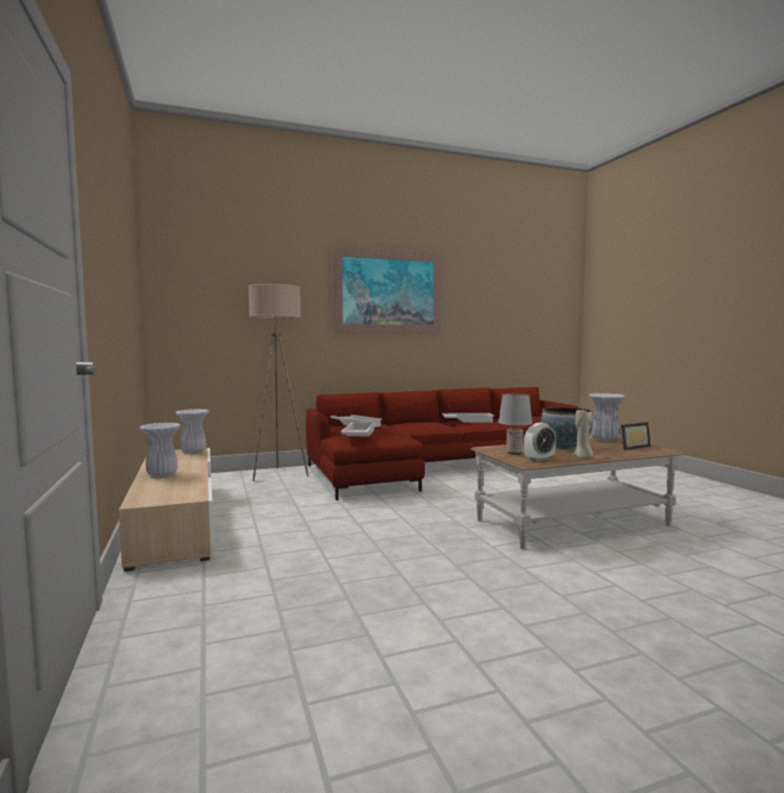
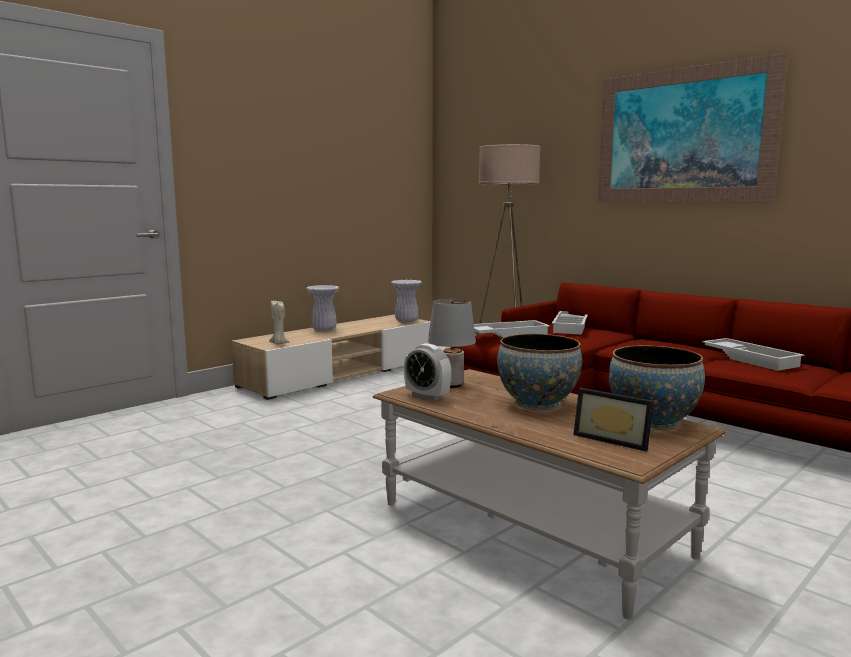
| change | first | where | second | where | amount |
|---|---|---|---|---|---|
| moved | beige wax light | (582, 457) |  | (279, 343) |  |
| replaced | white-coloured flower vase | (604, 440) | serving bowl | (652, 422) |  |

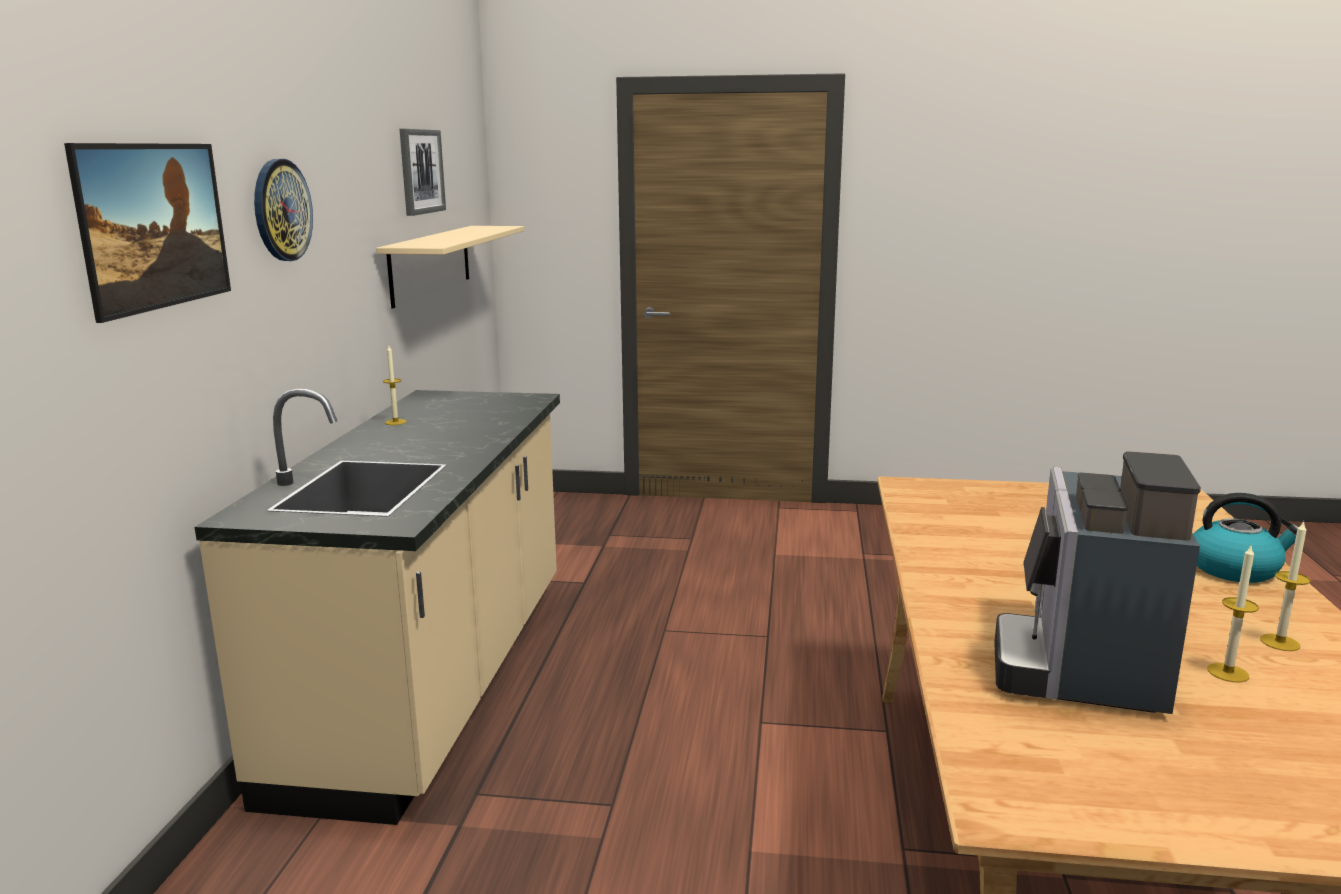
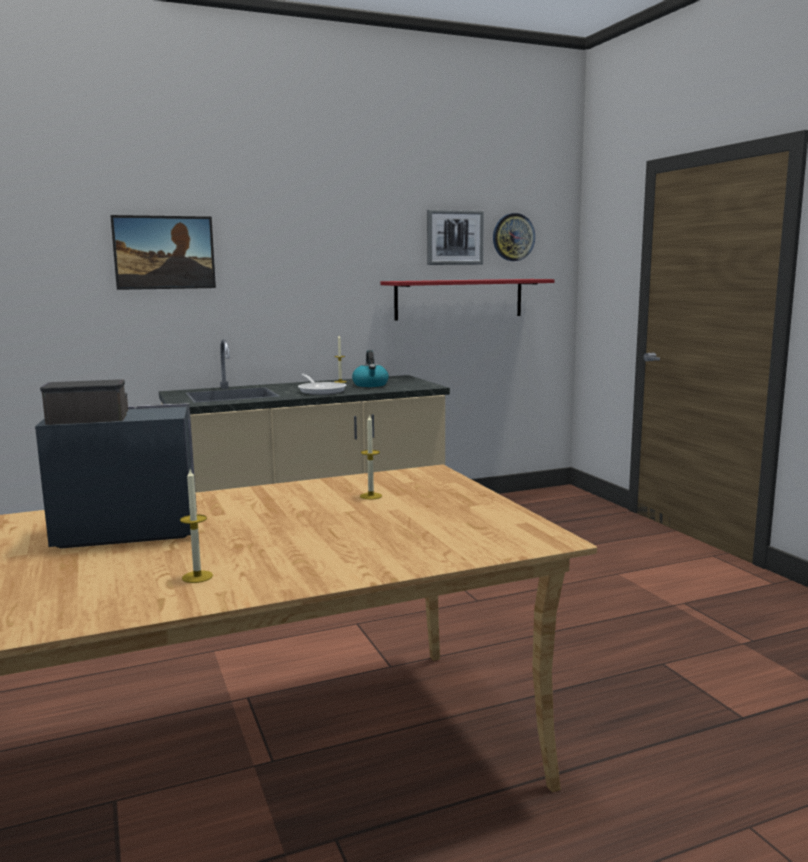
| change | first | where | second | where | amount |
|---|---|---|---|---|---|
| moved | hanging clock | (281, 210) |  | (513, 237) |  |
| recoloured | beige shelf | (431, 264) | reddish shelf | (459, 299) |  |
| moved | water kettle | (1235, 569) |  | (370, 385) |  |
| moved | wax light | (1228, 672) |  | (371, 496) |  |
| added |  |  | pan | (321, 391) |  |

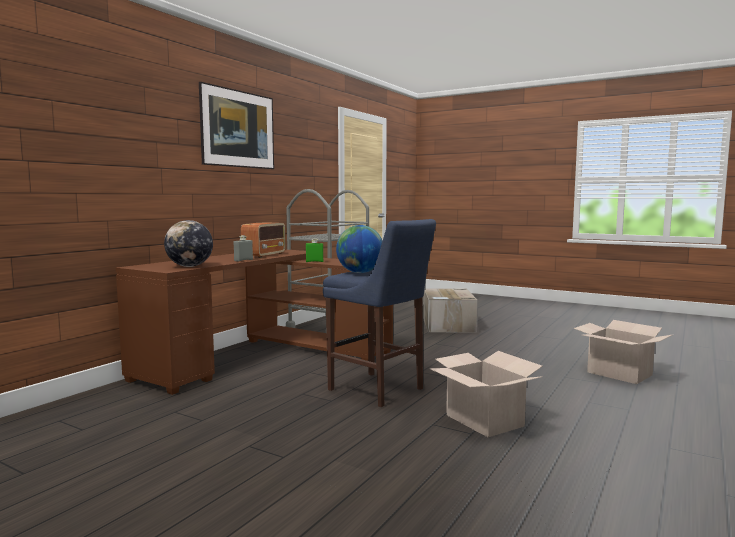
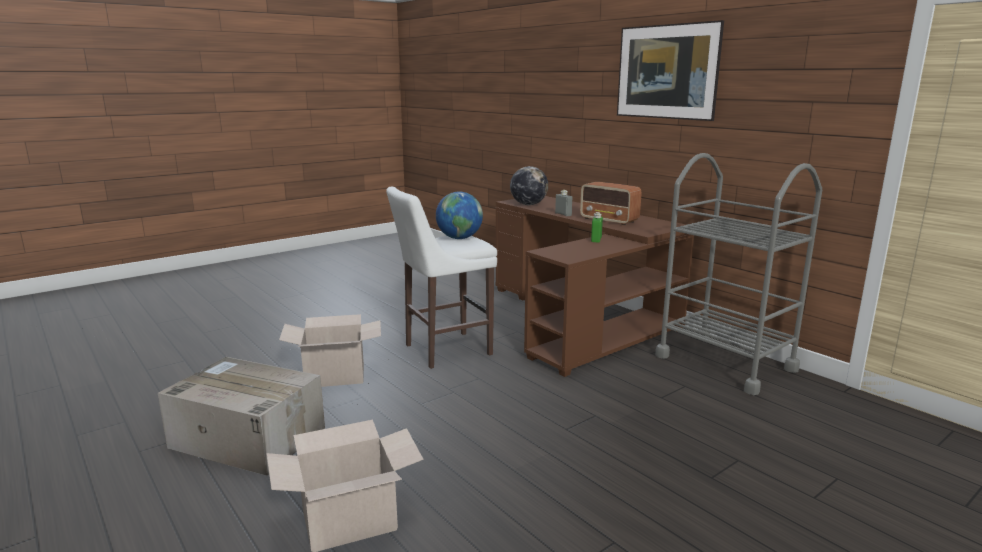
| change | first | where | second | where | amount |
|---|---|---|---|---|---|
| recoloured | bluish stool seat | (379, 390) | white-coloured stool seat | (443, 350) |  |
| moved | carton | (448, 324) |  | (246, 437) |  |

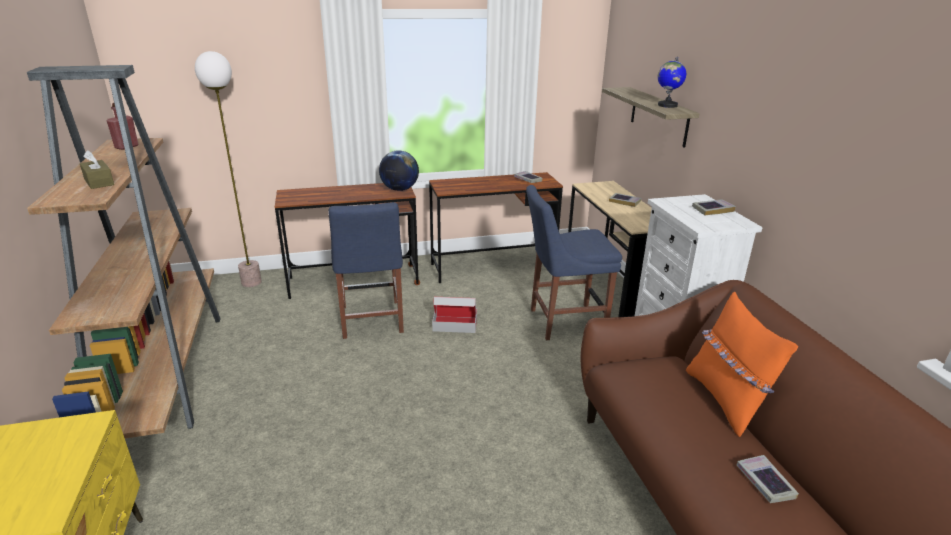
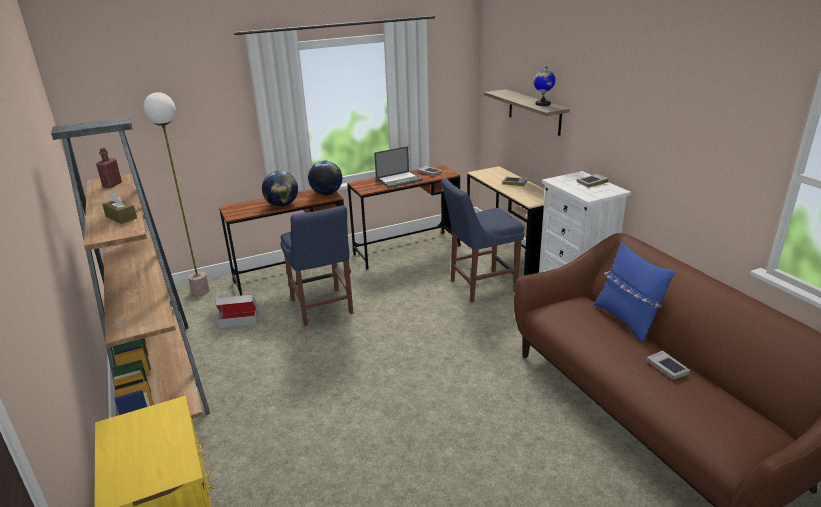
| change | first | where | second | where | amount |
|---|---|---|---|---|---|
| moved | carton | (455, 324) |  | (239, 319) |  |
| recoloured | orange-coloured pillow | (725, 400) | bluish pillow | (627, 320) |  |
| added |  |  | desk globe | (282, 205) |  |
| added |  |  | portable computer | (399, 179) |  |

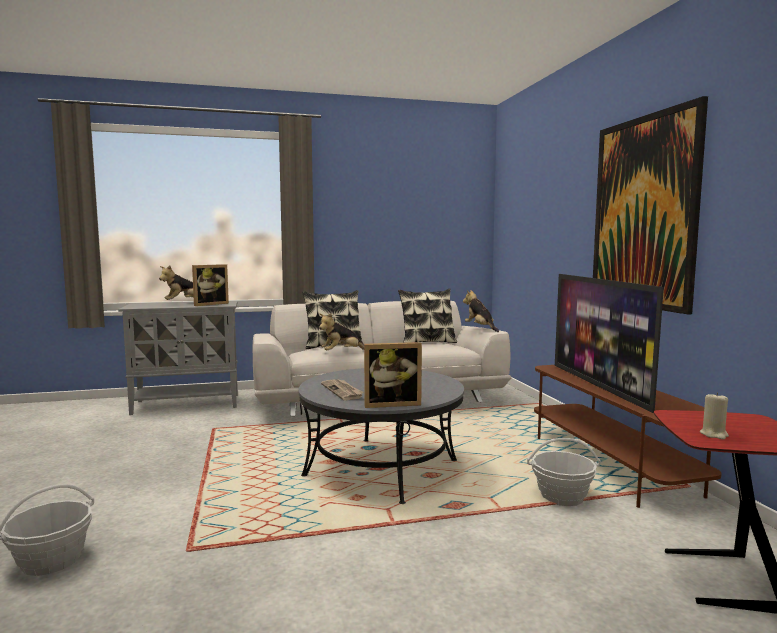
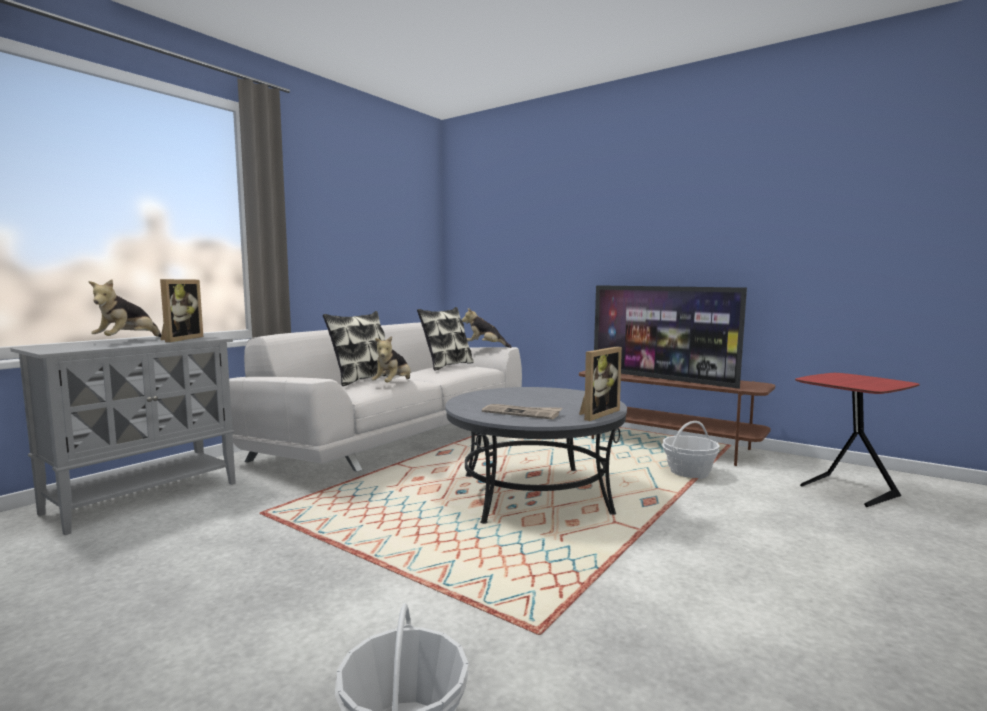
| change | first | where | second | where | amount |
|---|---|---|---|---|---|
| removed | picture | (643, 212) |  |  |  |
| removed | beige wax light | (714, 434) |  |  |  |

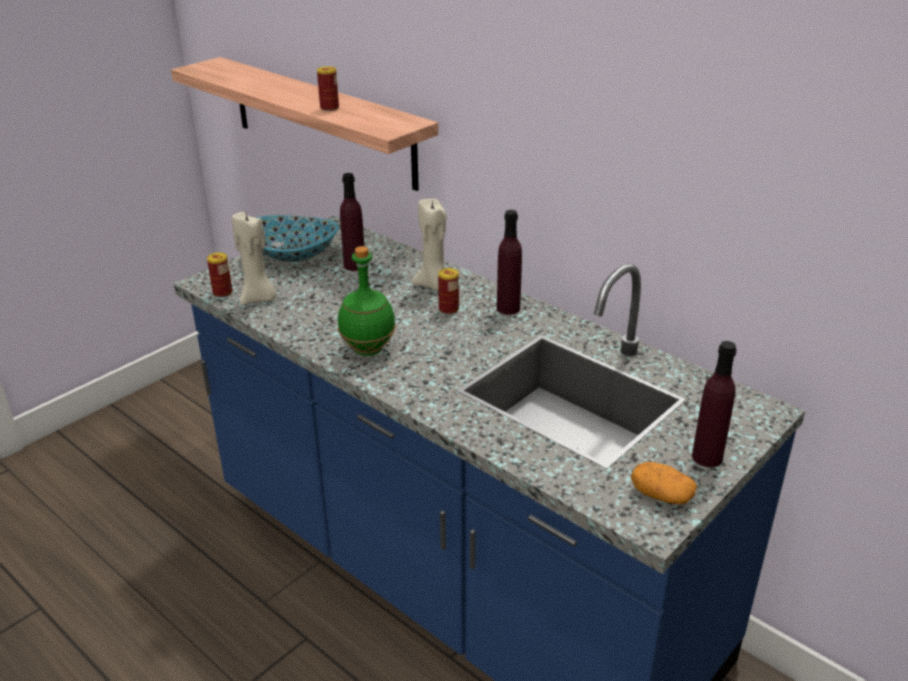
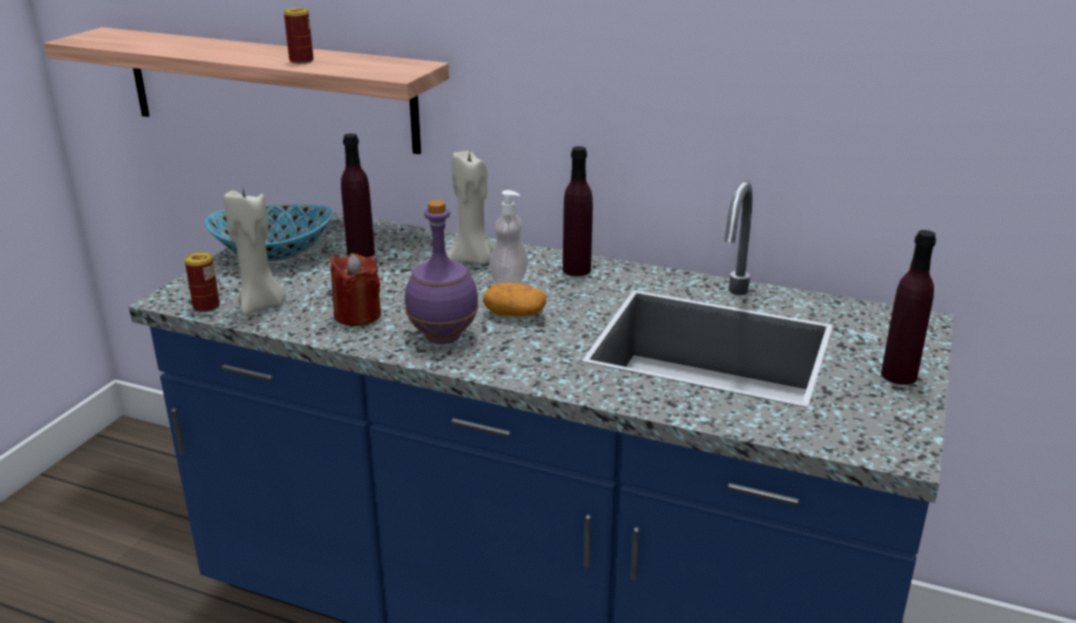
| change | first | where | second | where | amount |
|---|---|---|---|---|---|
| recoloured | green beverage bottle | (367, 350) | purple-coloured beverage bottle | (442, 337) |  |
| replaced | sealed can | (448, 309) | soap bottle | (509, 281) |  |
| moved | whole potato | (661, 496) |  | (514, 314) |  |
| added |  |  | reddish wax light | (357, 315) |  |

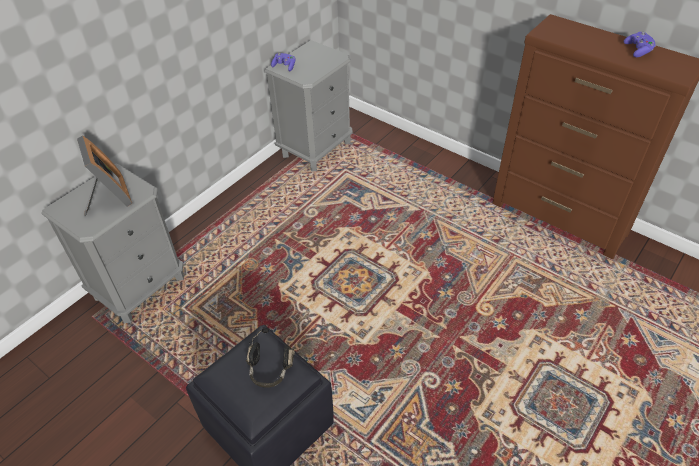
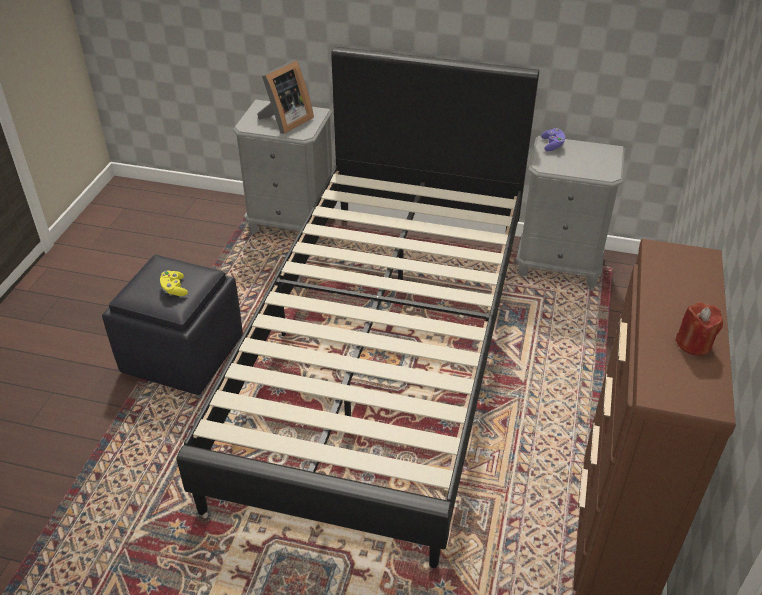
| change | first | where | second | where | amount |
|---|---|---|---|---|---|
| replaced | black-coloured pair of headphones | (270, 369) | yellow joypad | (174, 289) |  |
| replaced | purple-coloured joypad | (638, 50) | reddish wax light | (694, 344) |  |
| added |  |  | black-coloured sleeping bed | (381, 354) |  |

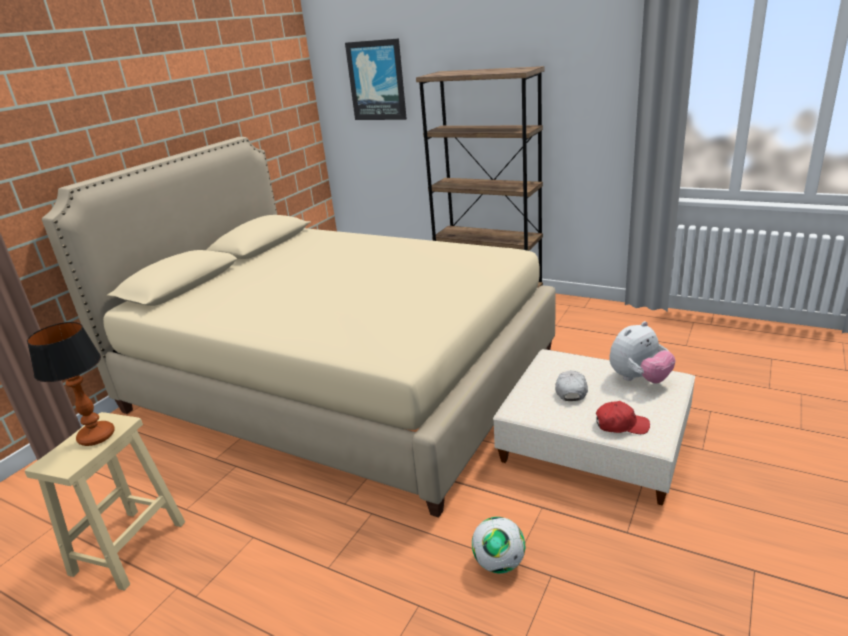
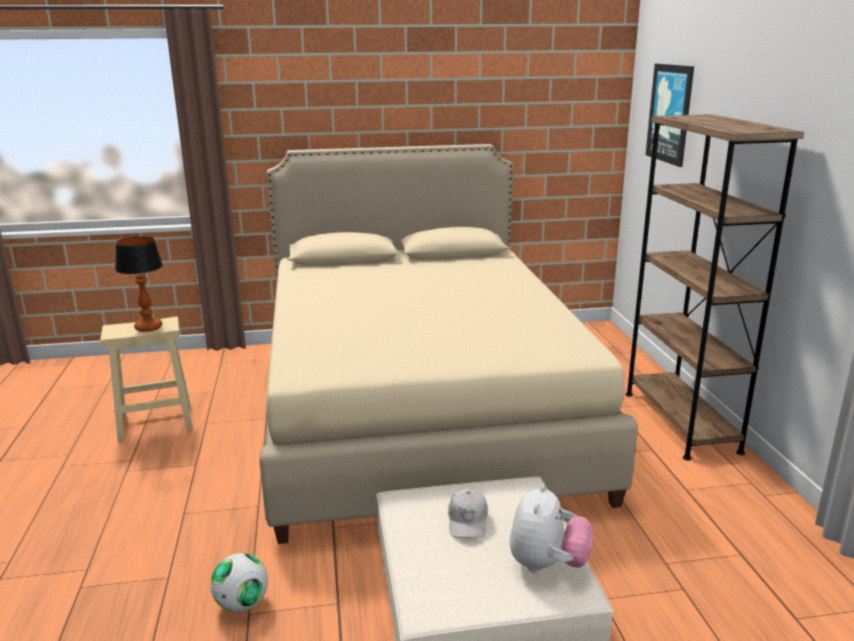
| change | first | where | second | where | amount |
|---|---|---|---|---|---|
| turned | white-coloured peaked cap | (571, 390) |  | (468, 521) | 120 degrees clockwise |
| removed | reddish peaked cap | (621, 425) |  |  |  |
| turned | cuddly toy | (639, 379) |  | (547, 564) | 90 degrees counterclockwise |

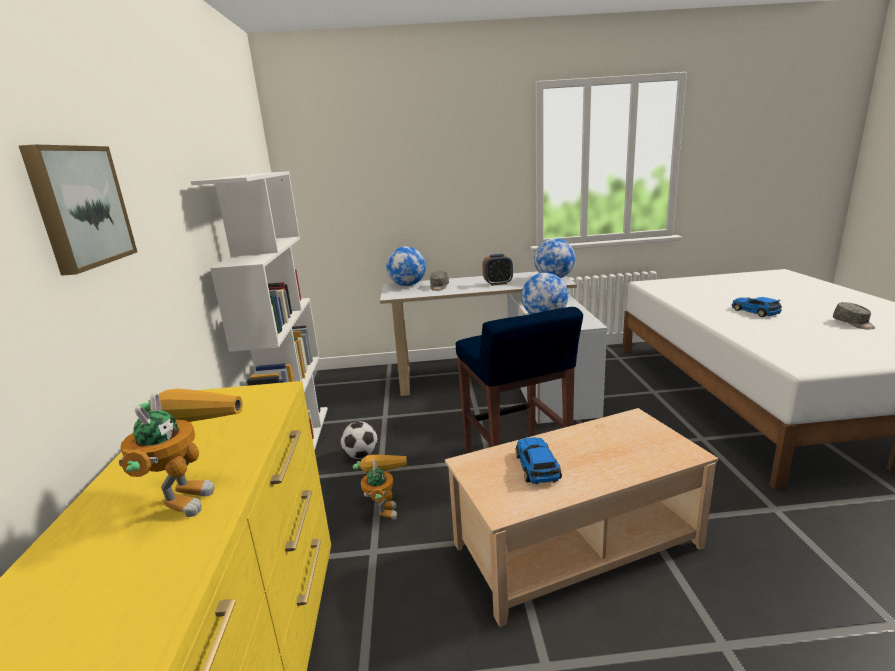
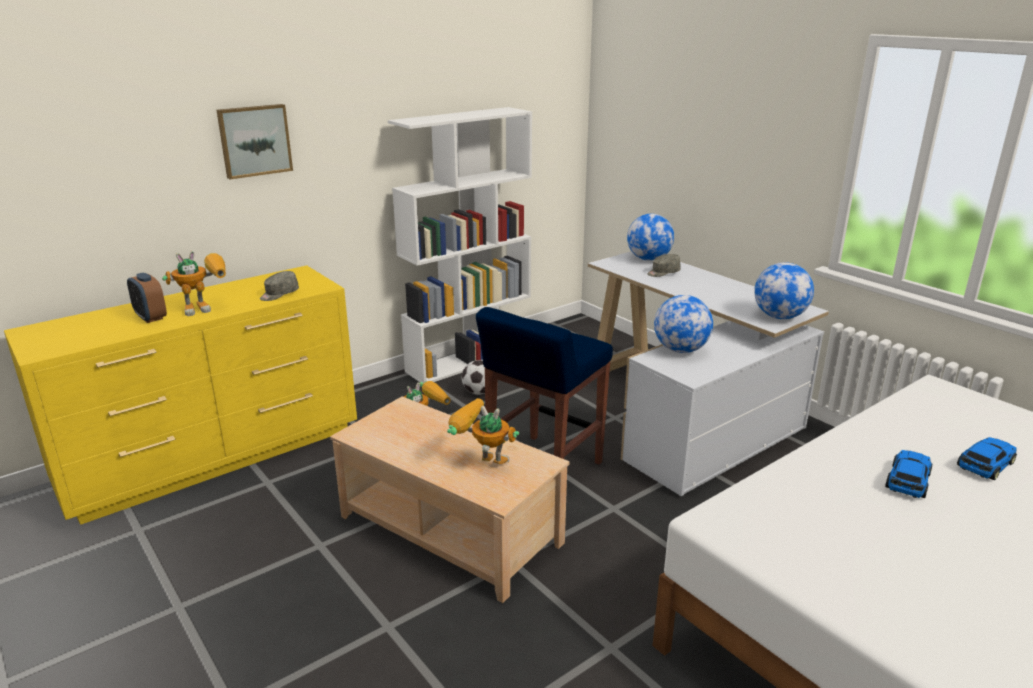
| change | first | where | second | where | amount |
|---|---|---|---|---|---|
| moved | bedside clock | (498, 283) |  | (150, 317) |  |
| moved | model car | (537, 467) |  | (984, 465) |  |
| moved | greyish peaked cap | (853, 323) |  | (279, 294) |  |
| added |  |  | toy robot | (481, 463) |  |

